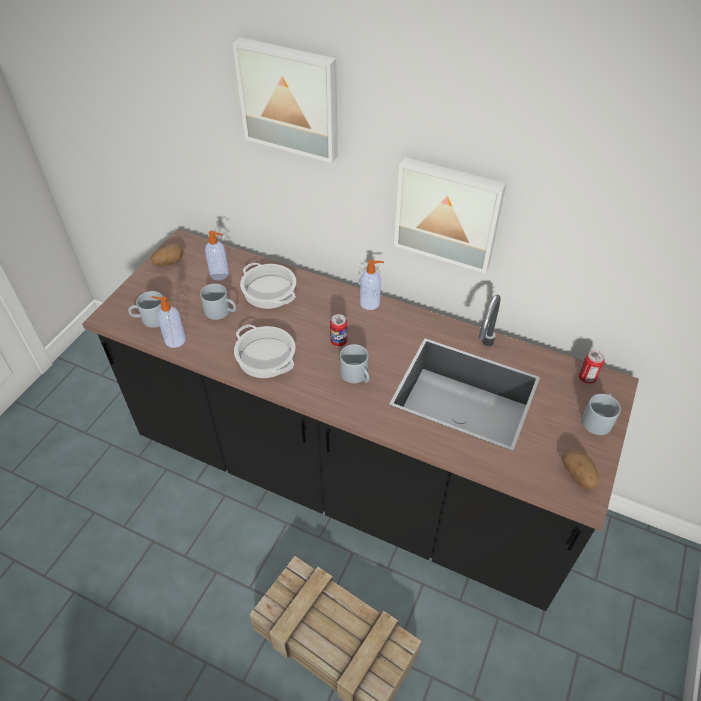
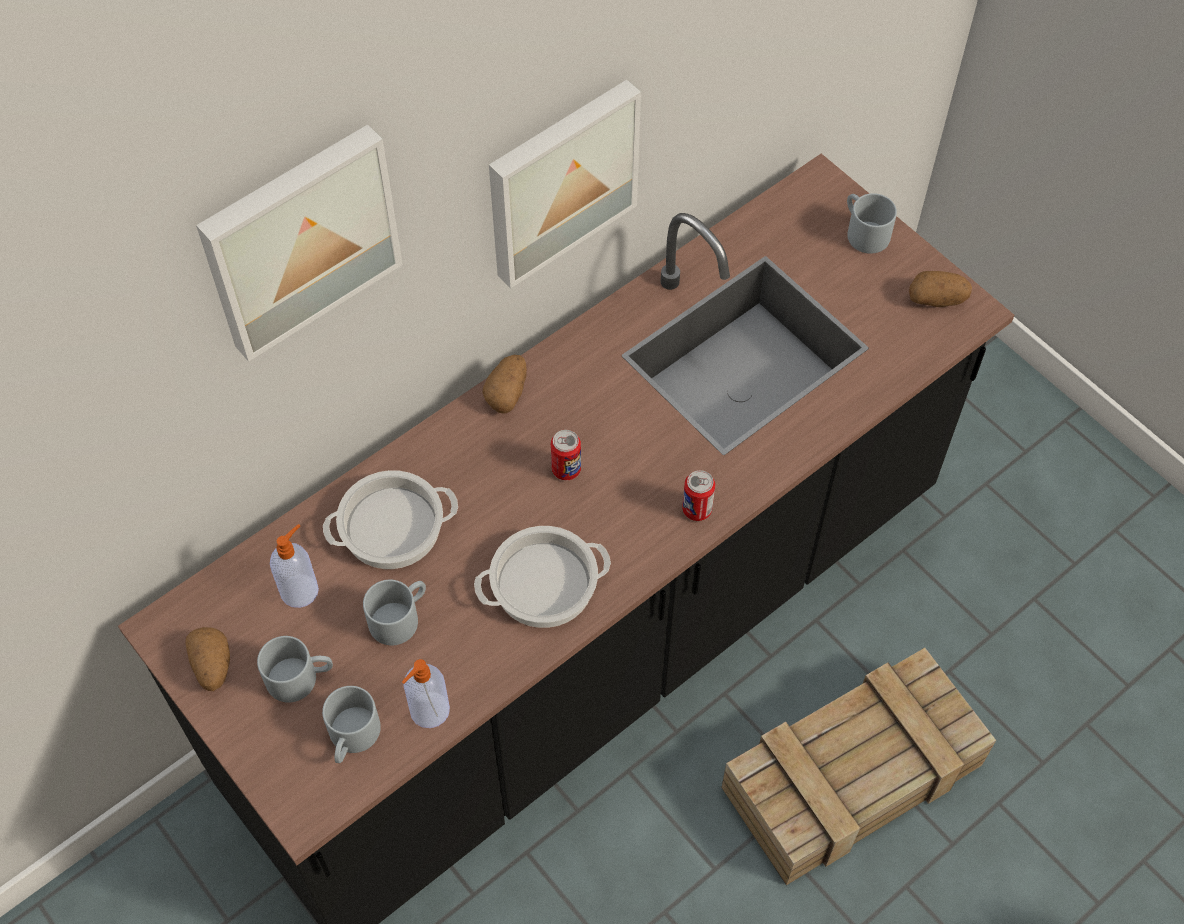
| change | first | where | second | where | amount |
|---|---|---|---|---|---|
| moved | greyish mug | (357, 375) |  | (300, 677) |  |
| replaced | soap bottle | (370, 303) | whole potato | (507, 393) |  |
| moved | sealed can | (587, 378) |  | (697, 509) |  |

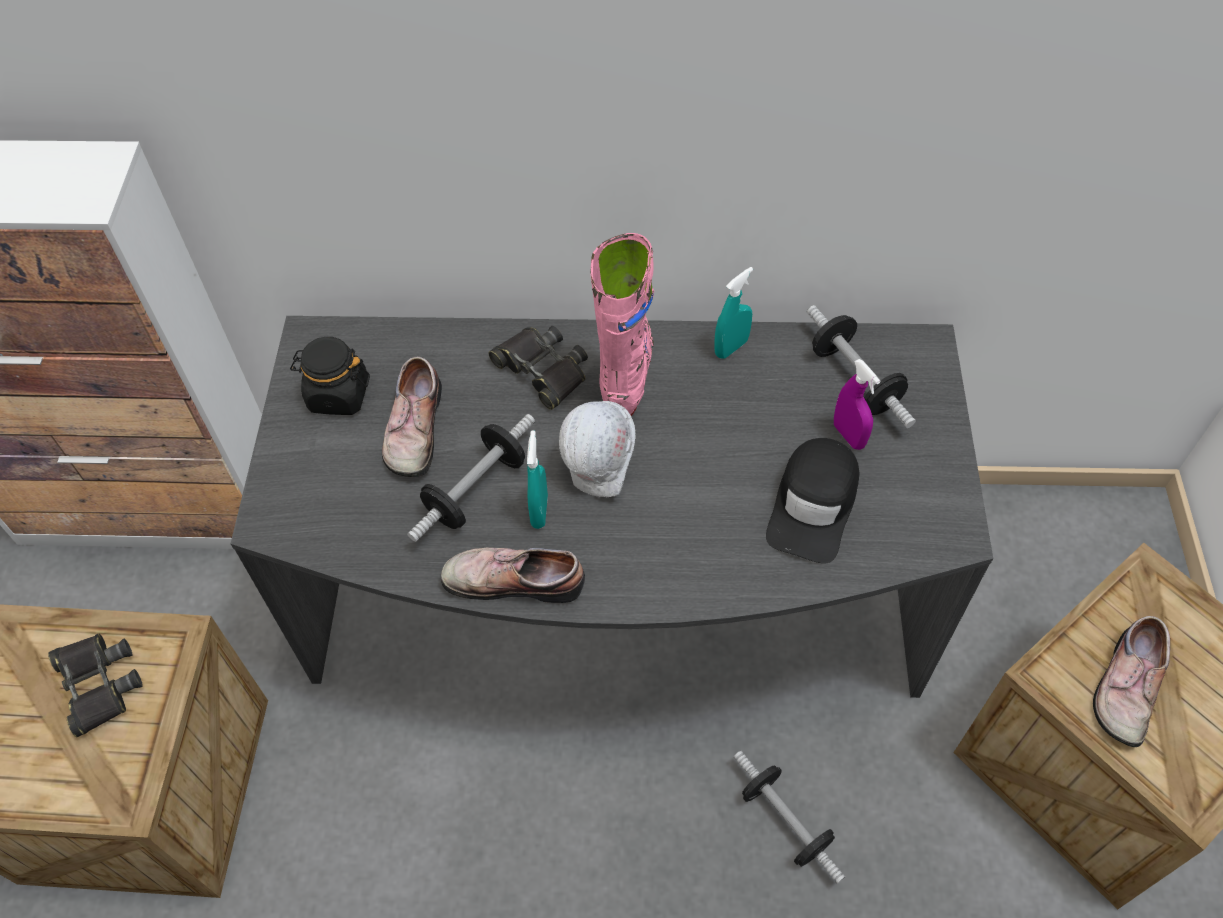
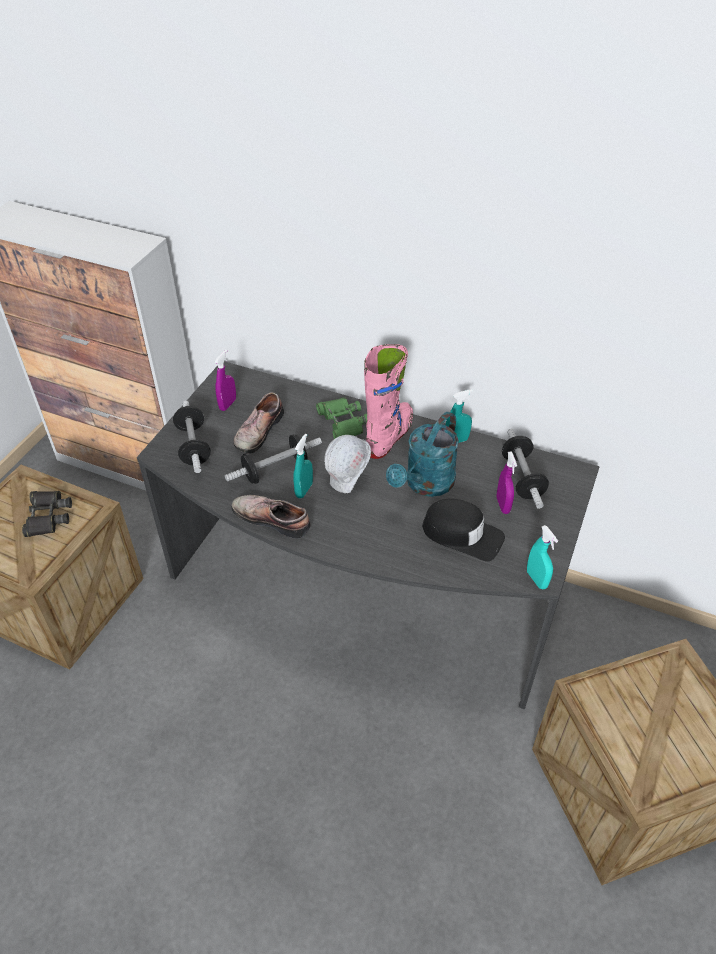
| change | first | where | second | where | amount |
|---|---|---|---|---|---|
| replaced | black-coloured storage jar | (338, 395) | purple-coloured sprayer | (227, 404) |  |
| recoloured | black-coloured pair of binoculars | (542, 370) | green pair of binoculars | (342, 422) |  |
| moved | free weight | (785, 822) |  | (193, 446) |  |
| turned | black-coloured peaked cap | (813, 505) |  | (462, 534) | 105 degrees counterclockwise |
| removed | shoe | (1124, 686) |  |  |  |
| added |  |  | blue-green sprinkling can | (425, 485) |  |
| added |  |  | blue-green sprayer | (536, 579) |  |

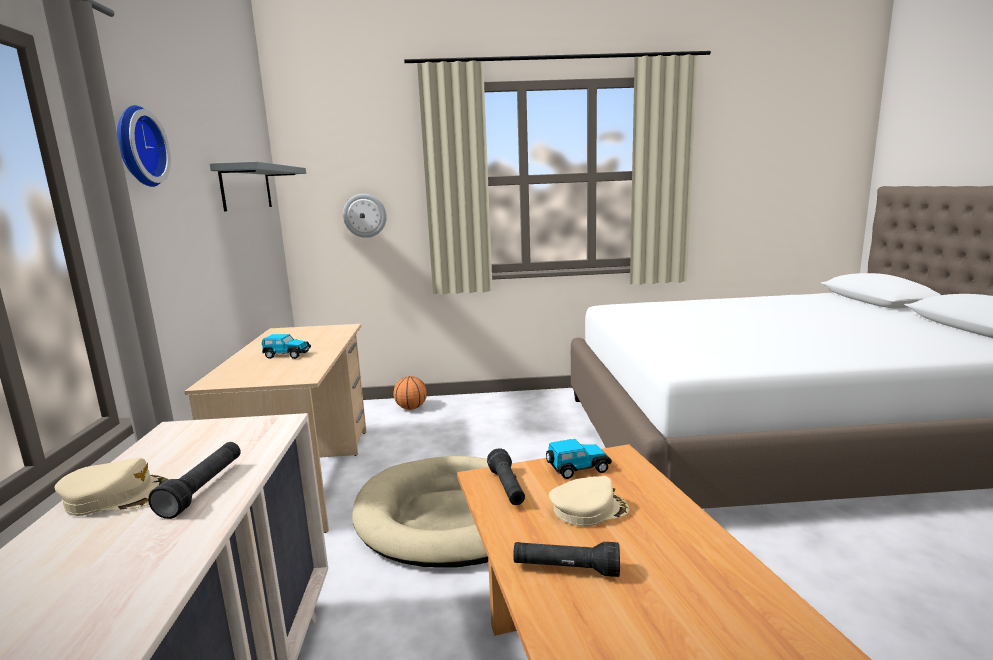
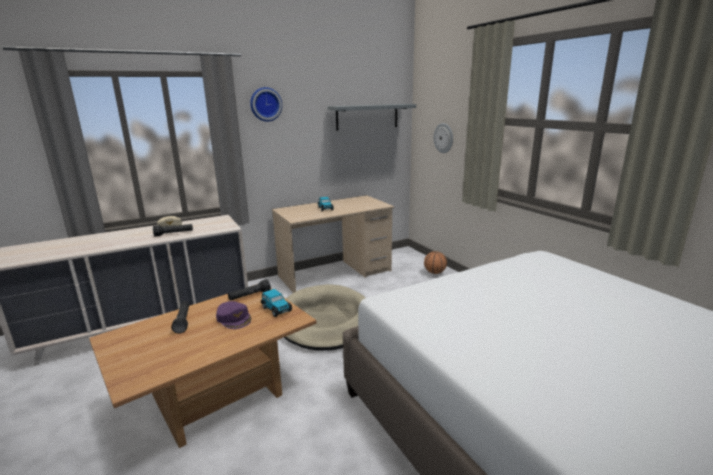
| change | first | where | second | where | amount |
|---|---|---|---|---|---|
| recoloured | beige peaked cap | (588, 508) | purple-coloured peaked cap | (234, 318) |  |

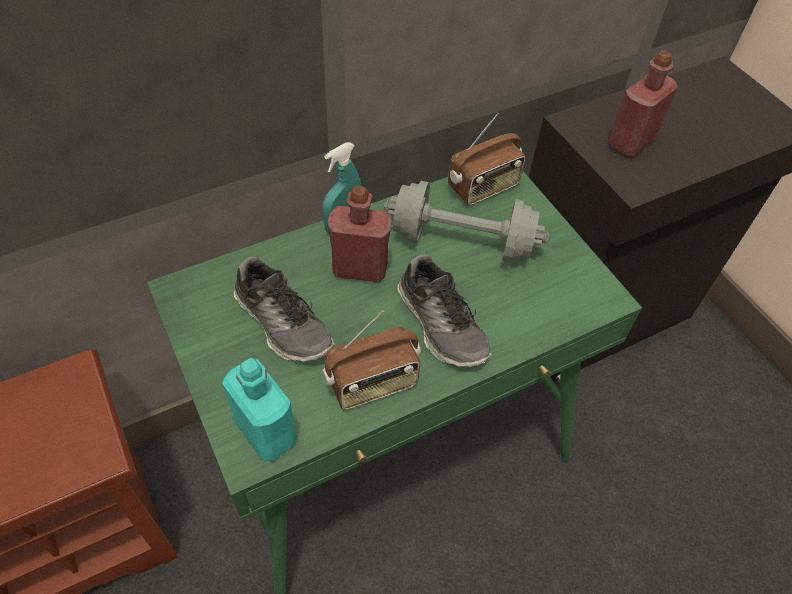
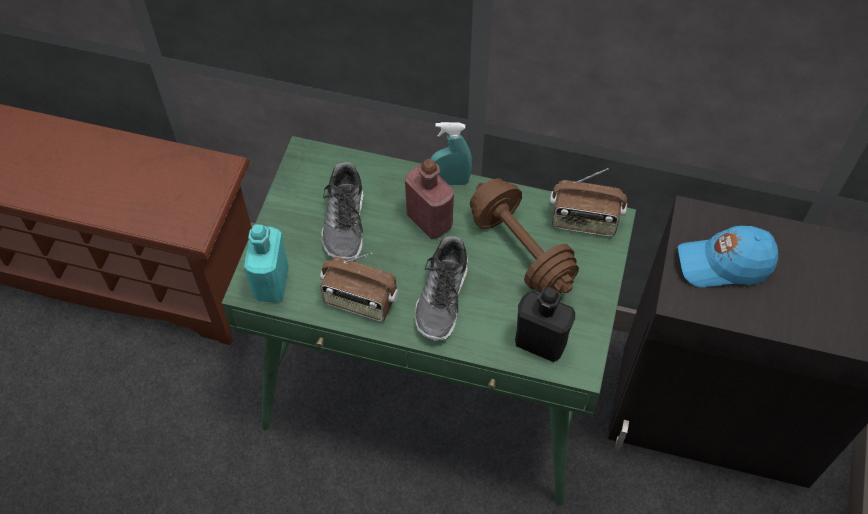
| change | first | where | second | where | amount |
|---|---|---|---|---|---|
| recoloured | greyish free weight | (462, 241) | brown free weight | (521, 251) |  |
| replaced | reddish beverage bottle | (631, 142) | bluish peaked cap | (724, 263) |  |
| added |  |  | black-coloured beverage bottle | (540, 343) |  |

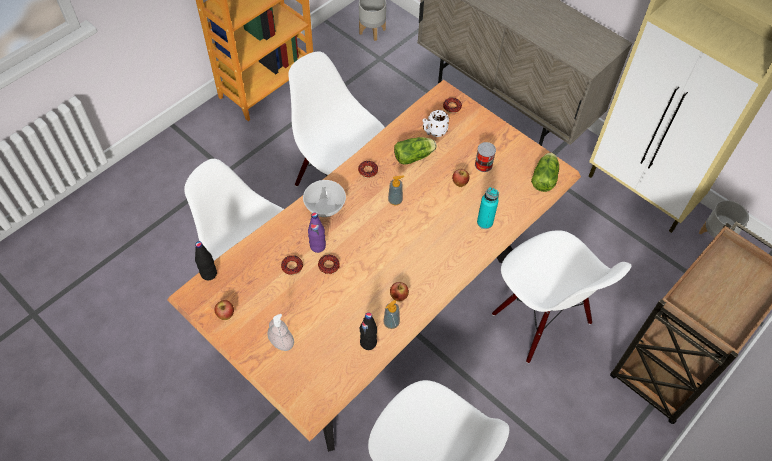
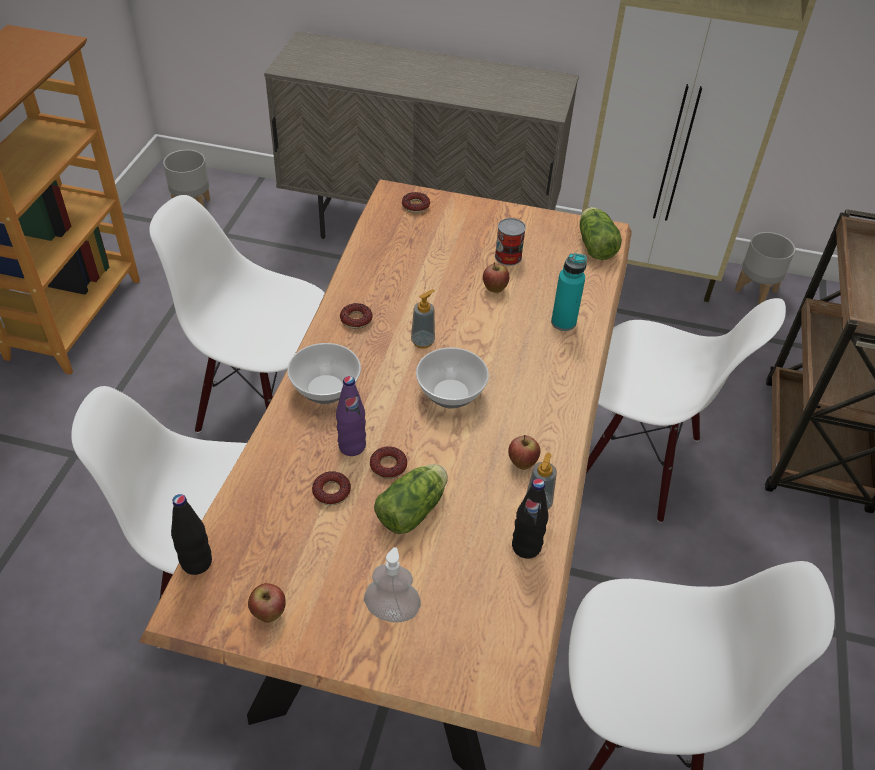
| change | first | where | second | where | amount |
|---|---|---|---|---|---|
| moved | head of lettuce | (415, 156) |  | (414, 508) |  |
| removed | white-coloured mug | (433, 132) |  |  |  |
| added |  |  | serving bowl | (449, 394) |  |

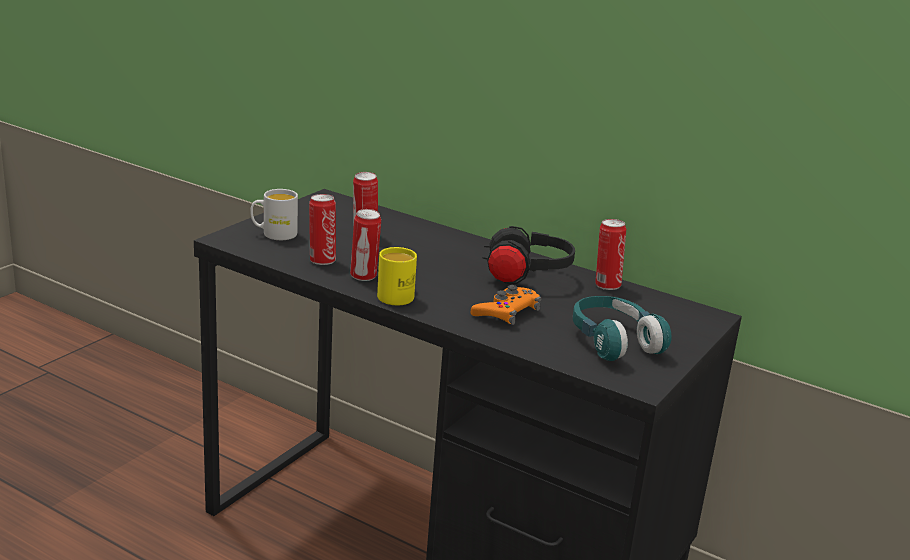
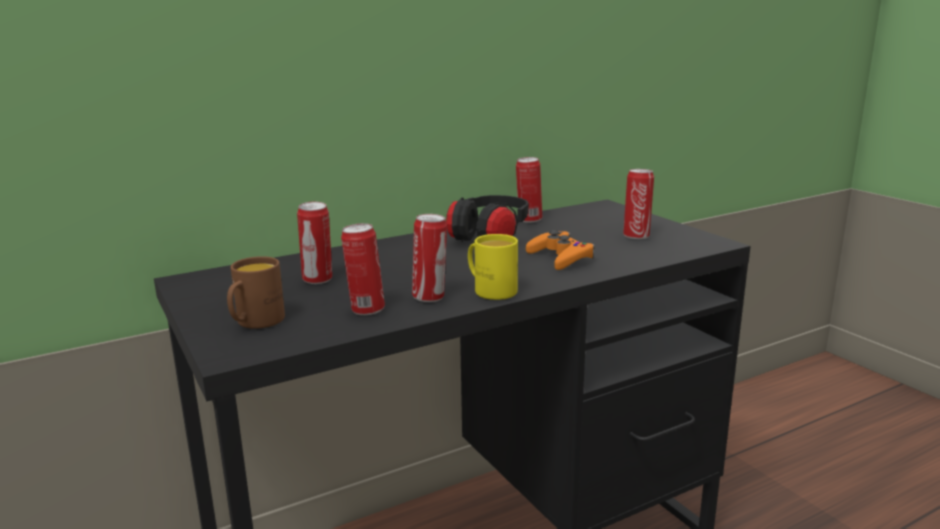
| change | first | where | second | where | amount |
|---|---|---|---|---|---|
| recoloured | white-coloured mug | (274, 234) | brown mug | (255, 323) |  |
| replaced | blue-green pair of headphones | (613, 341) | sealed can | (636, 236) |  |

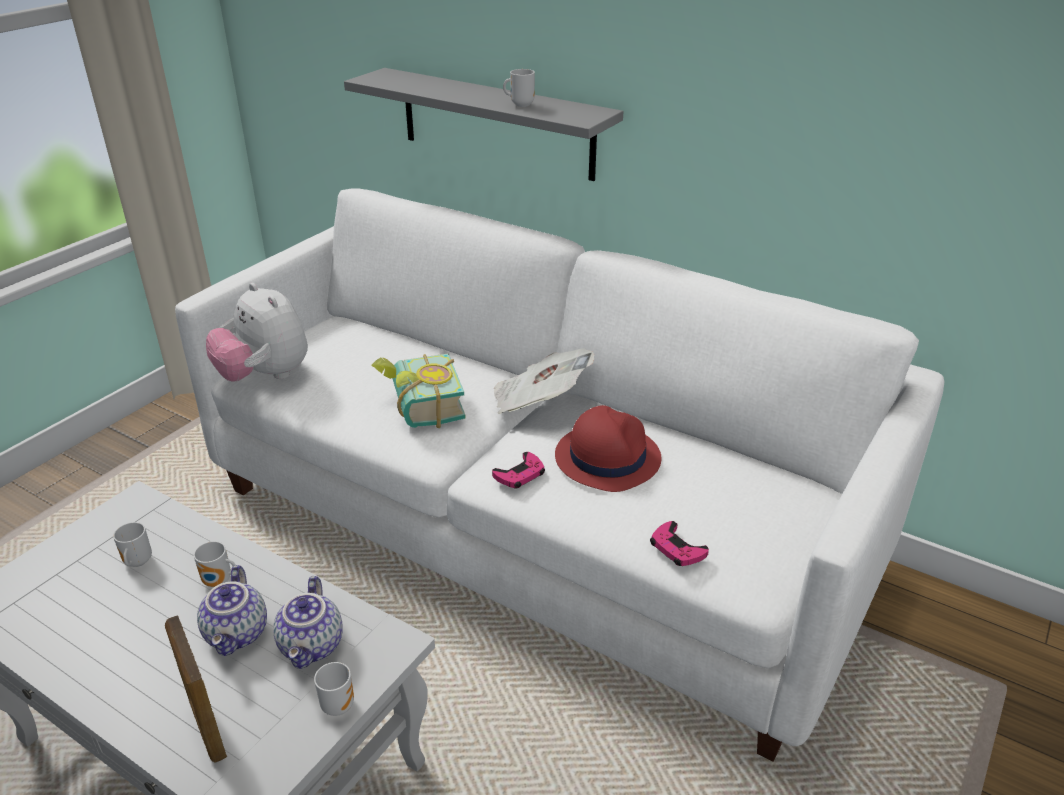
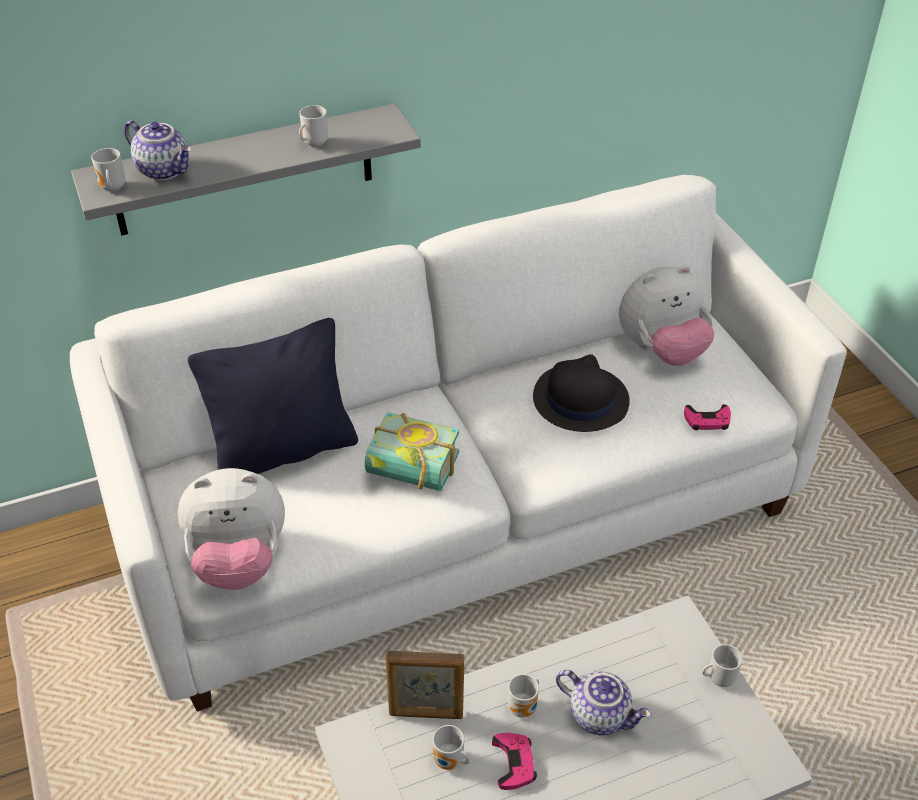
| change | first | where | second | where | amount |
|---|---|---|---|---|---|
| moved | picture frame | (207, 728) |  | (426, 713) |  |
| moved | pot for tea | (313, 646) |  | (165, 170) |  |
| moved | pinkish joypad | (520, 474) |  | (514, 763) |  |
| removed | newspaper | (539, 401) |  |  |  |
| recoloured | reddish wearable hat | (607, 457) | black-coloured wearable hat | (579, 399) |  |
| added |  |  | mug | (112, 189) |  |
| added |  |  | black-coloured pillow | (284, 450) |  |
| added |  |  | cuddly toy | (661, 350) |  |

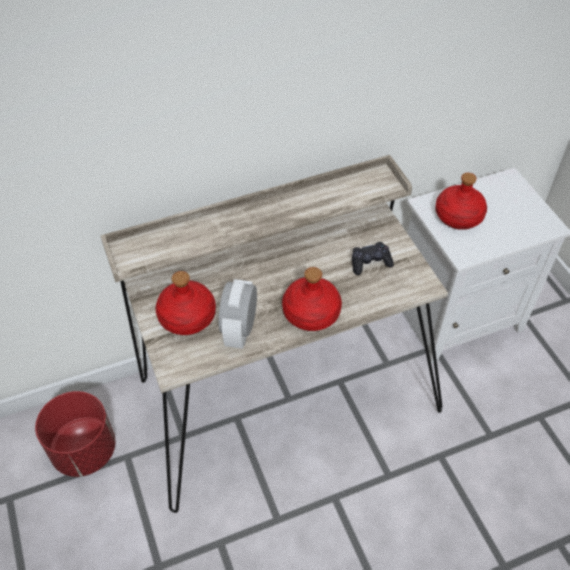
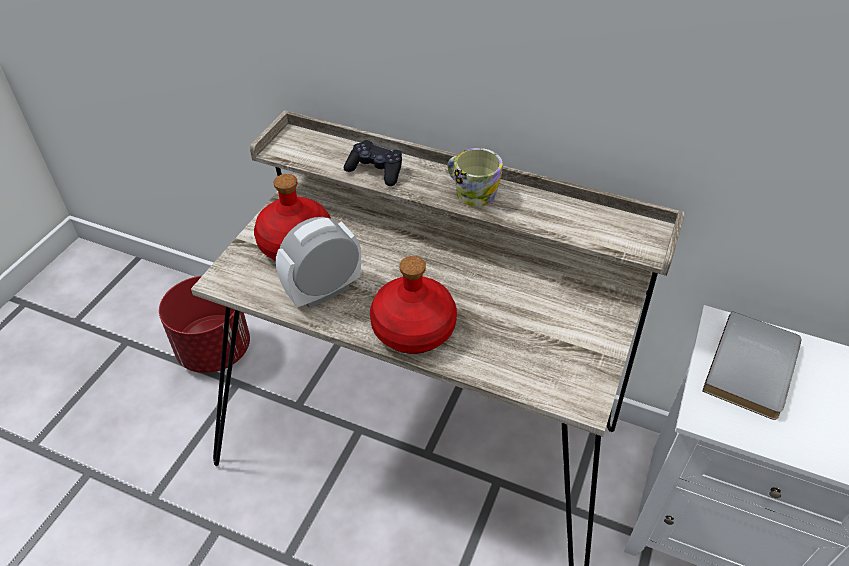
| change | first | where | second | where | amount |
|---|---|---|---|---|---|
| moved | black-coloured joypad | (370, 262) |  | (376, 170) |  |
| replaced | reddish beverage bottle | (459, 216) | greyish book | (755, 368) |  |
| added |  |  | mug | (471, 192) |  |

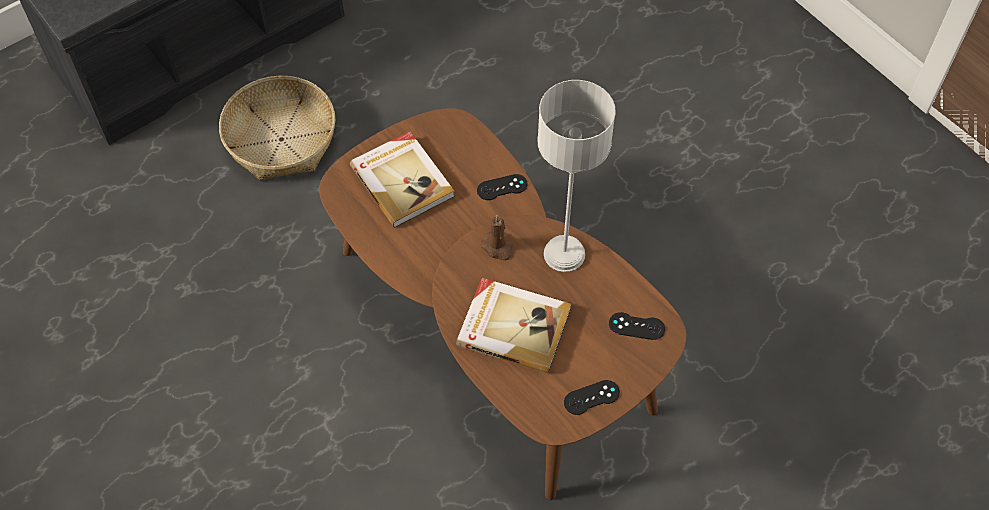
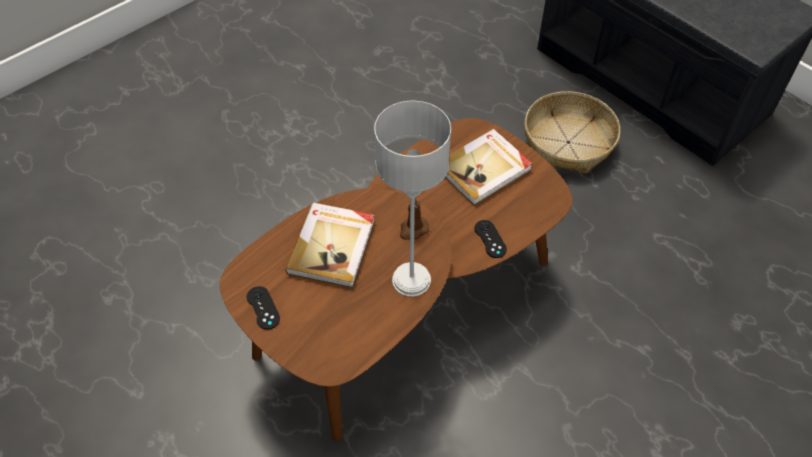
| change | first | where | second | where | amount |
|---|---|---|---|---|---|
| removed | black-coloured joypad | (636, 326) |  |  |  |

